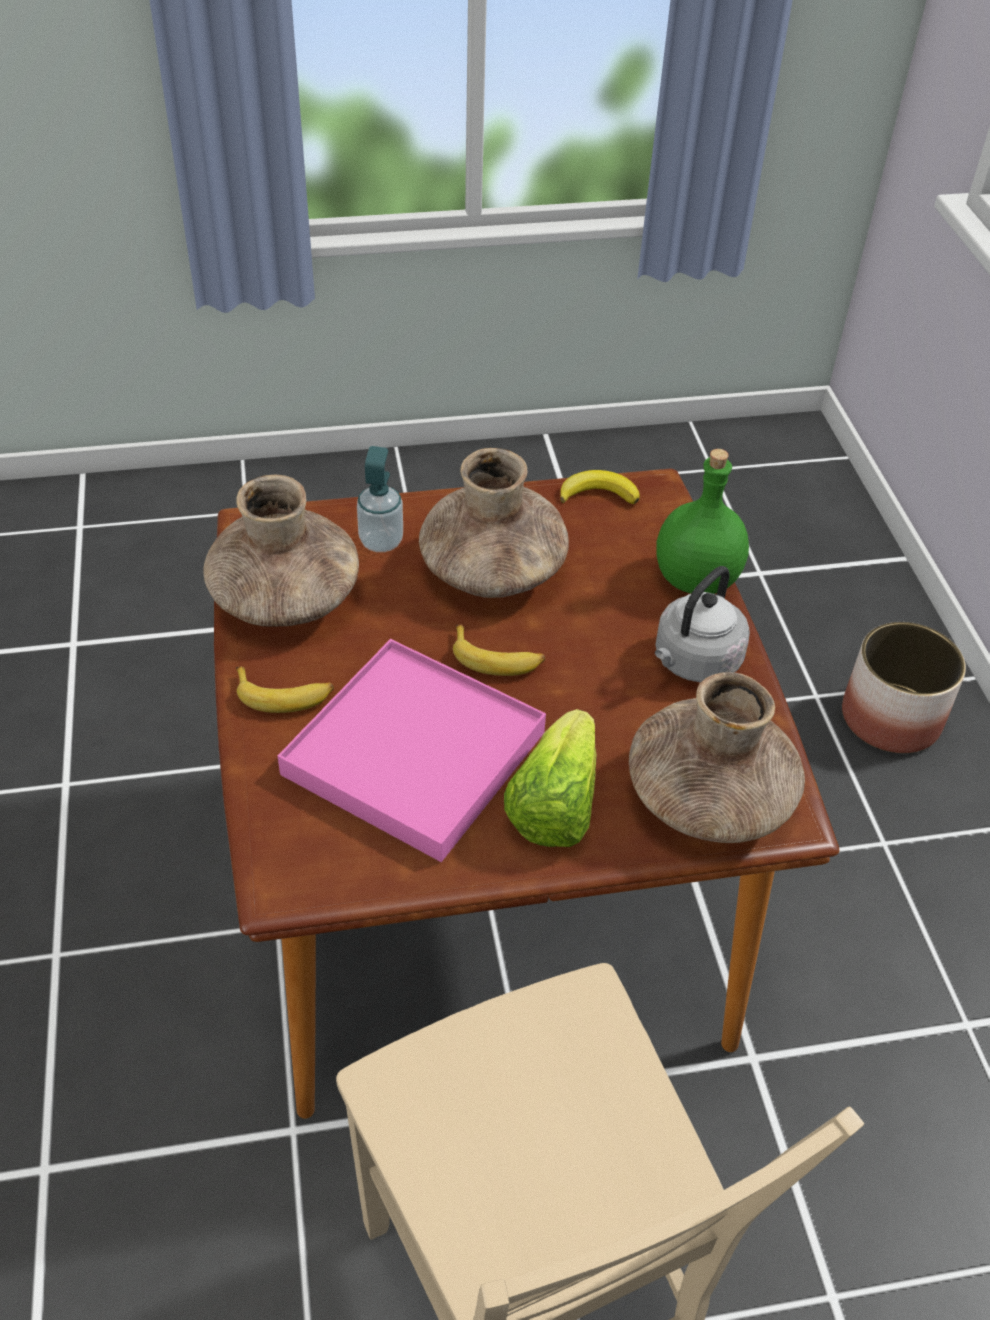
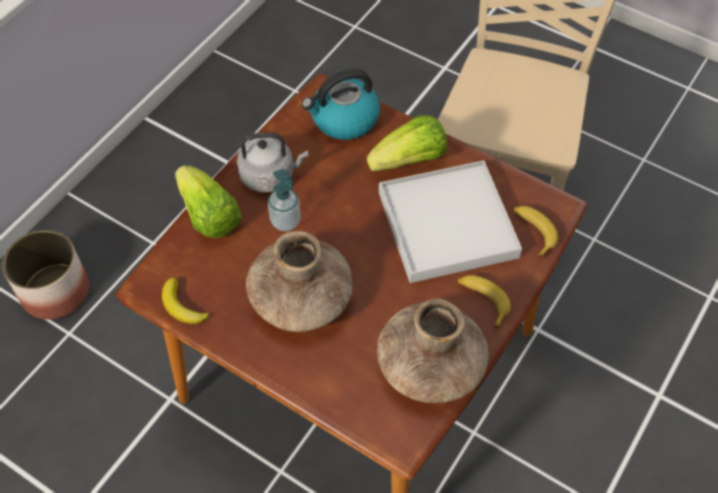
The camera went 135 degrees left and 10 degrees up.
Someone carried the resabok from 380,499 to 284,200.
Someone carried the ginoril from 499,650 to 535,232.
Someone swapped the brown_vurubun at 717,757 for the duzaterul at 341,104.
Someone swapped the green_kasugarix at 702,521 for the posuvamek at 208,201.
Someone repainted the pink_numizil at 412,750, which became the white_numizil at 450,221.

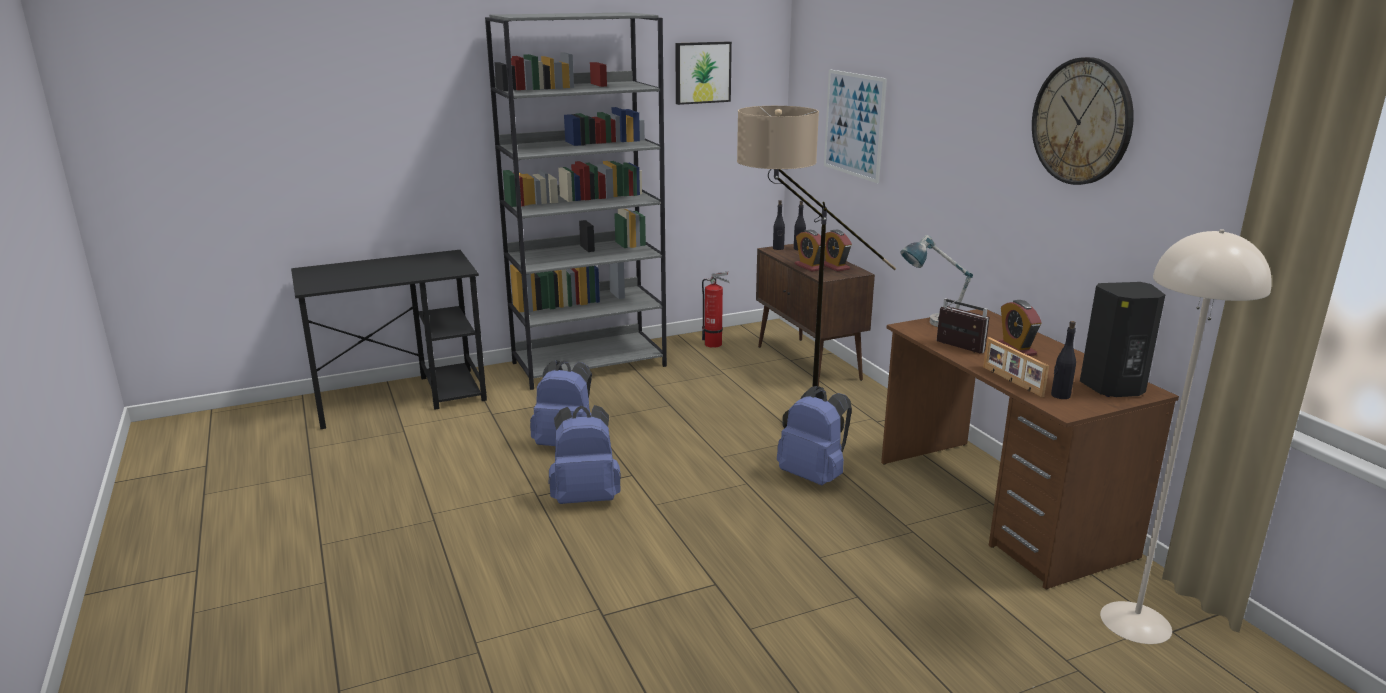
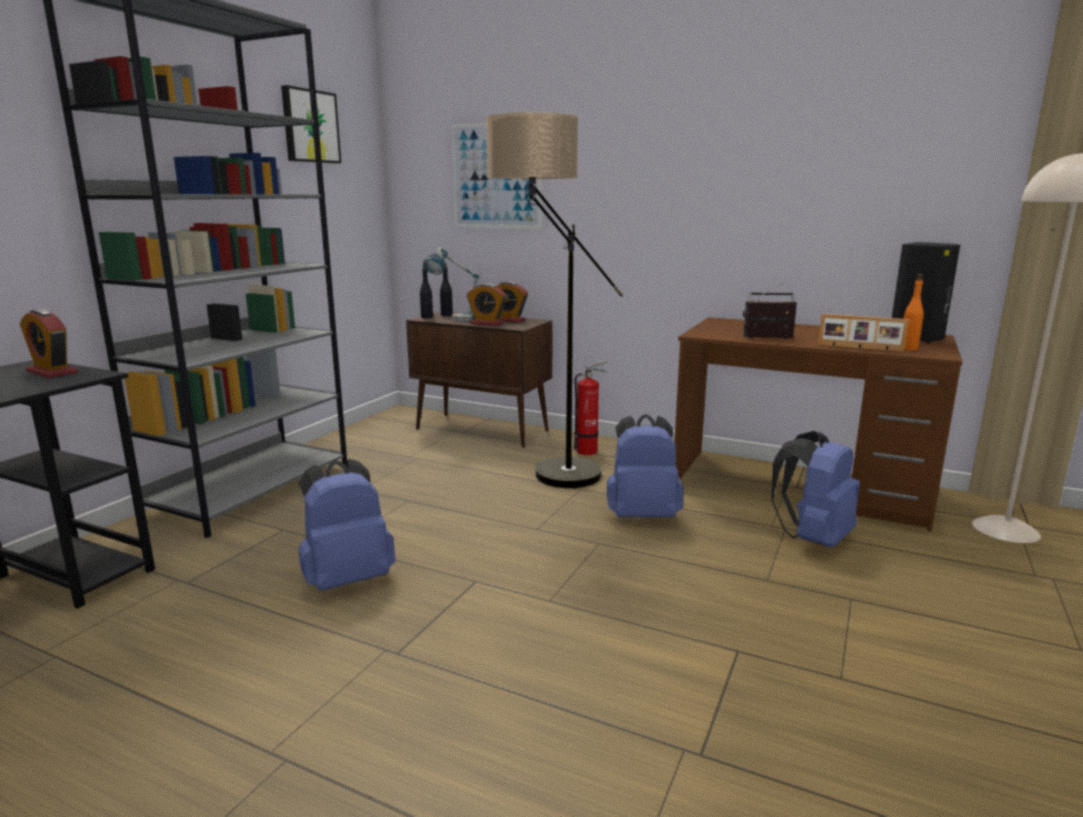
The camera went 40 degrees left and 5 degrees down.
Someone took away the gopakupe at 1083,121.
Someone carried the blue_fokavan from 585,454 to 815,489.
Someone carried the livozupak from 716,310 to 591,407.
Someone carried the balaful from 936,281 to 451,284.
Someone carried the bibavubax from 1019,328 to 49,343.
Someone repainted the black_kasugarix at 1063,360, which became the orange_kasugarix at 914,312.

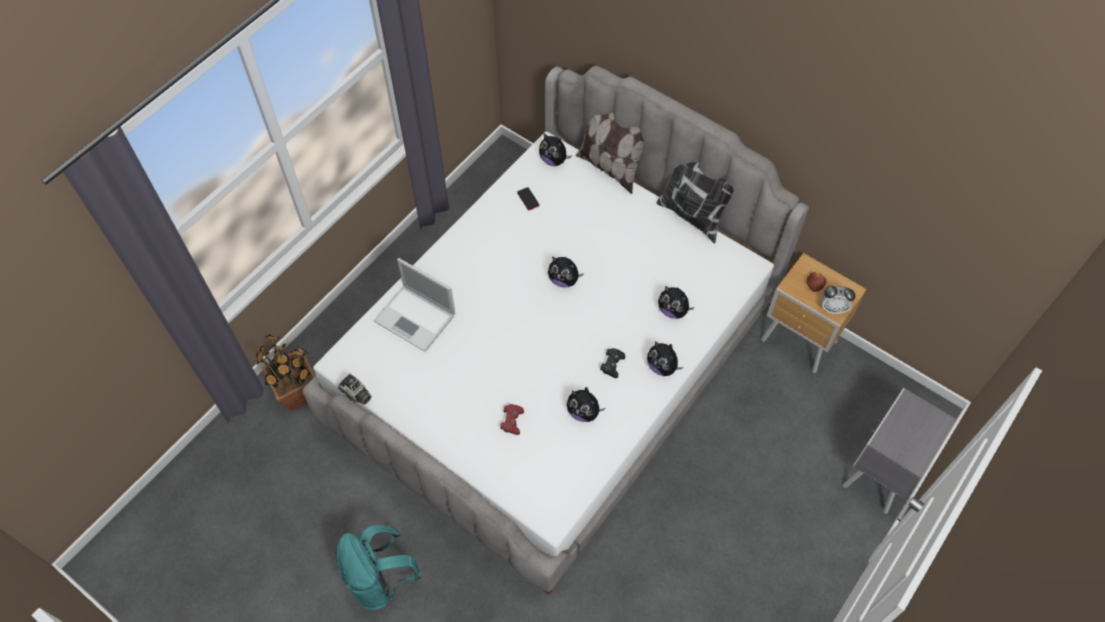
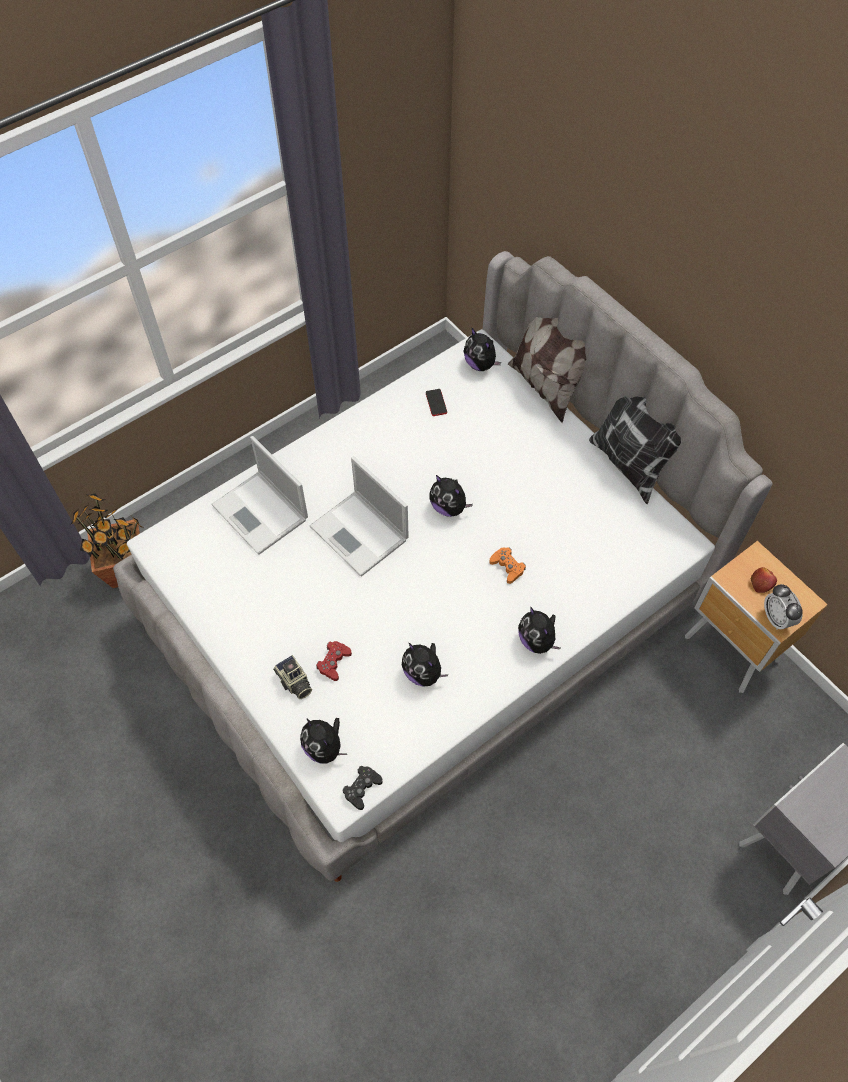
The camera went 15 degrees right and 0 degrees up.
Someone took away the turquoise_fokavan at 379,567.
Someone put down the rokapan at 359,516.
Someone put down the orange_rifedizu at 507,565.
Someone carried the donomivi from 355,389 to 292,677.
Someone carried the black_rifedizu from 612,363 to 363,788.
Someone carried the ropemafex from 676,302 to 323,740.
Someone rotated the bibavubax at 838,300 by 45 degrees clockwise.

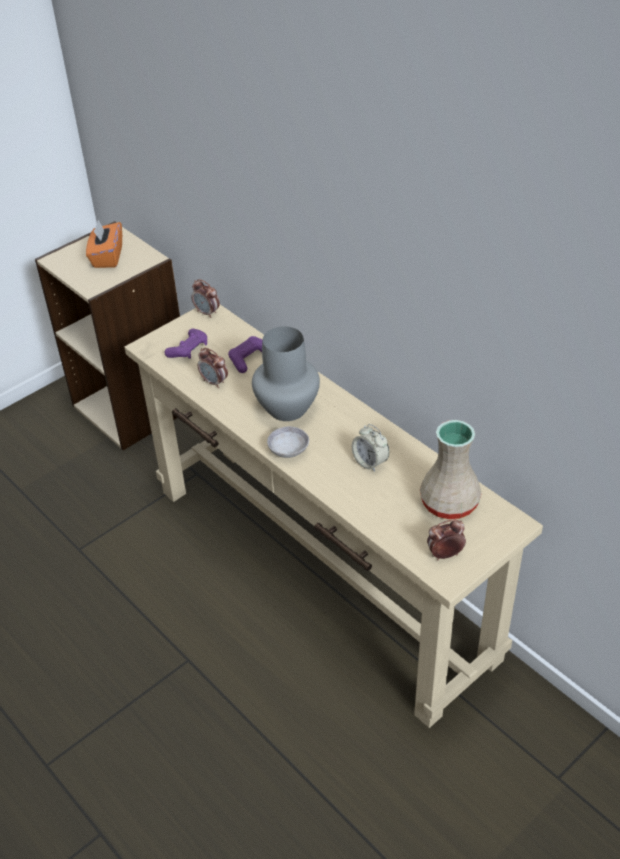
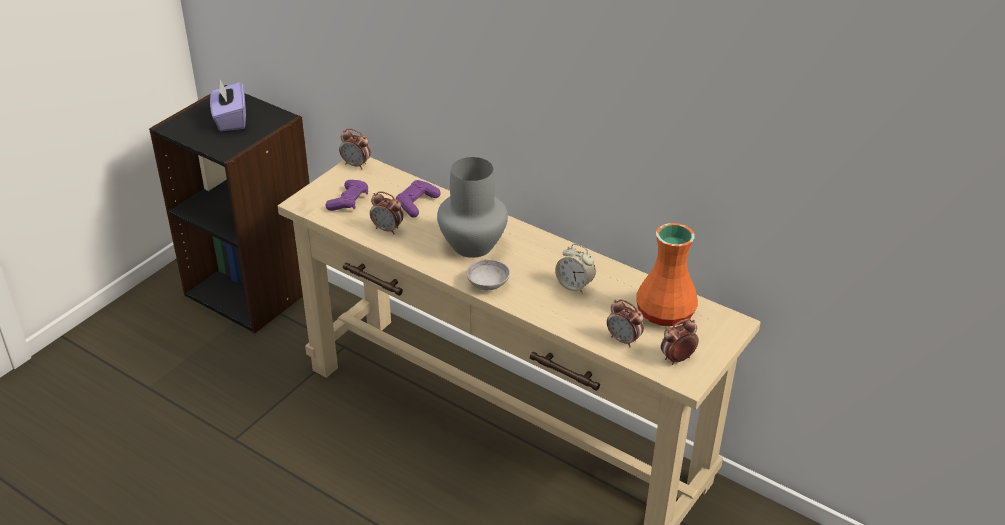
The camera went 15 degrees left and 5 degrees down.
Someone put down the bibavubax at 625,323.
Someone repainted the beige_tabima at 107,335, which became the black_tabima at 229,209.
Someone repainted the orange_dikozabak at 104,244, which became the purple_dikozabak at 228,105.
Someone repainted the beige_vurubun at 451,469, which became the orange_vurubun at 667,274.

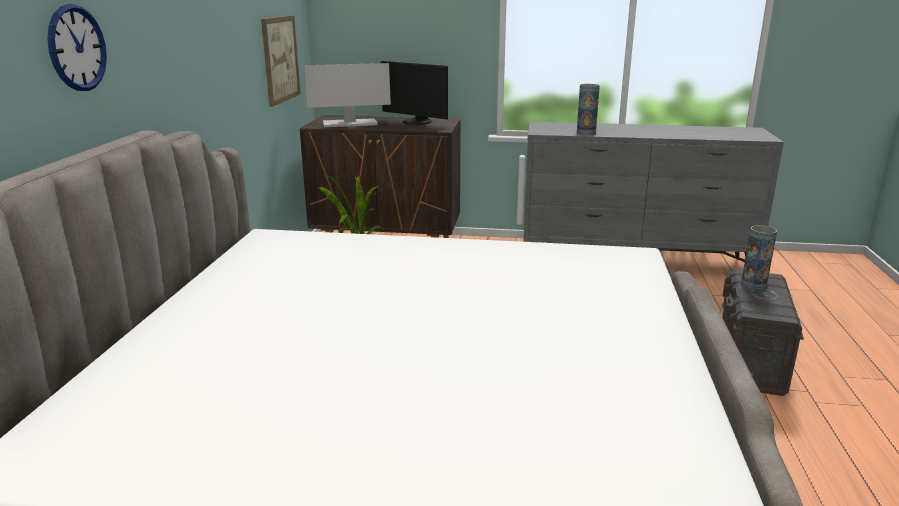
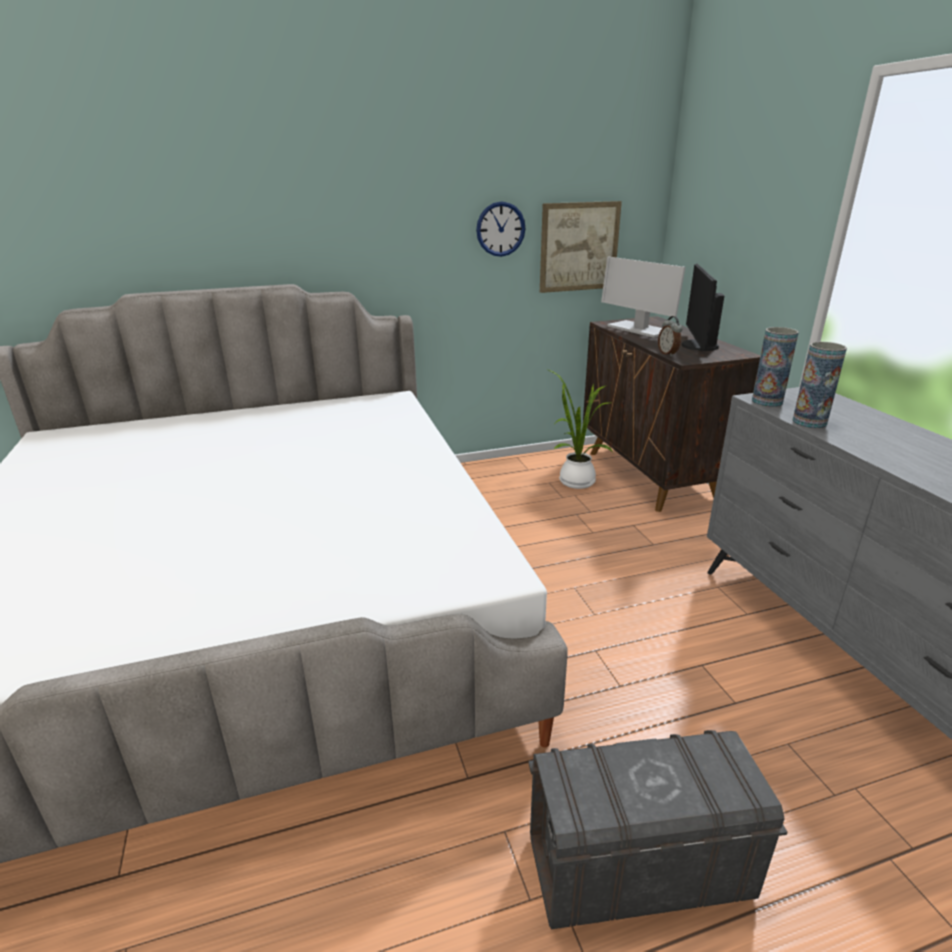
The camera went 65 degrees right and 5 degrees up.
Someone put down the bibavubax at 670,336.
Someone carried the gopakupe from 77,47 to 501,229.
Someone carried the vurubun from 759,257 to 775,367.

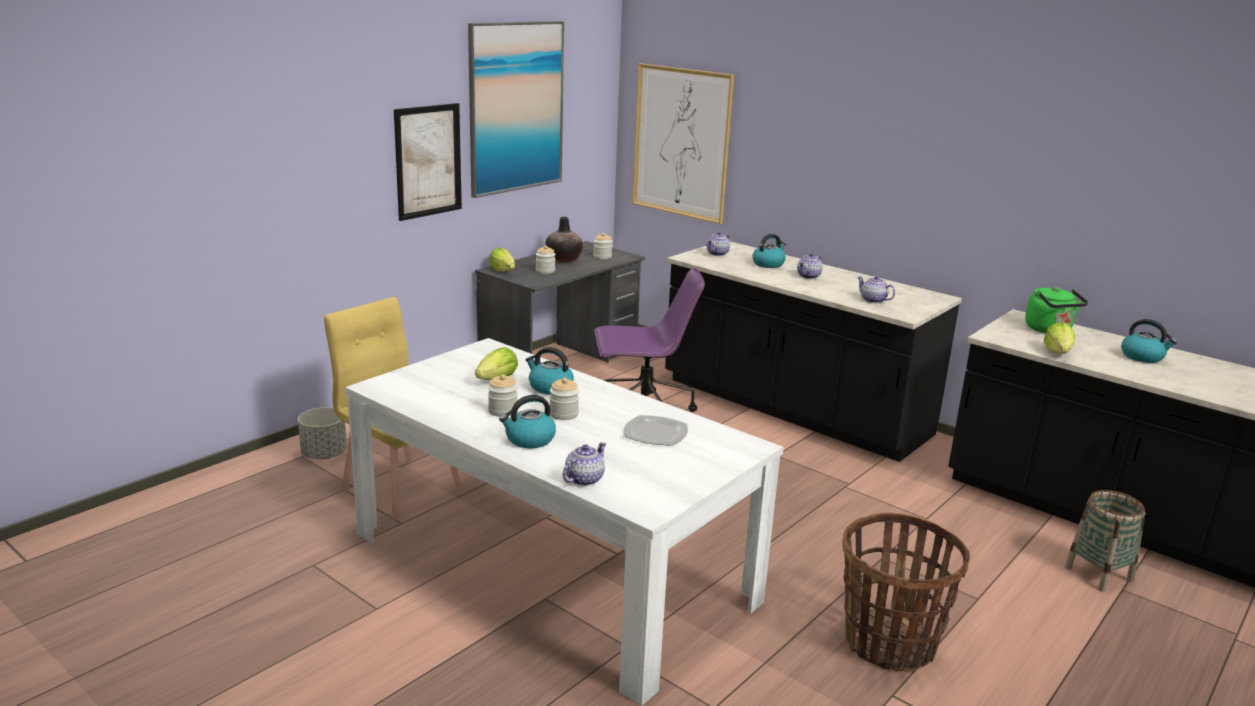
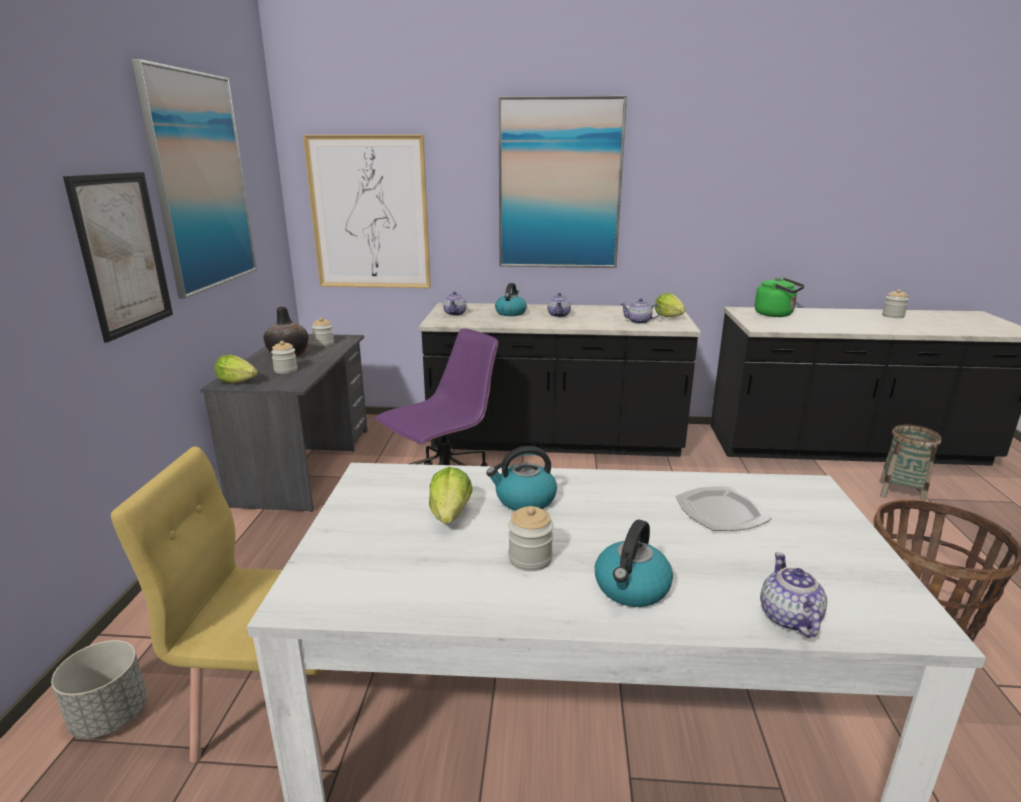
The camera went 35 degrees left and 0 degrees up.
Someone took away the duzaterul at 1149,341.
Someone put up the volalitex at 562,182.
Someone carried the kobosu from 564,399 to 895,303.
Someone carried the posuvamek from 1059,338 to 670,305.

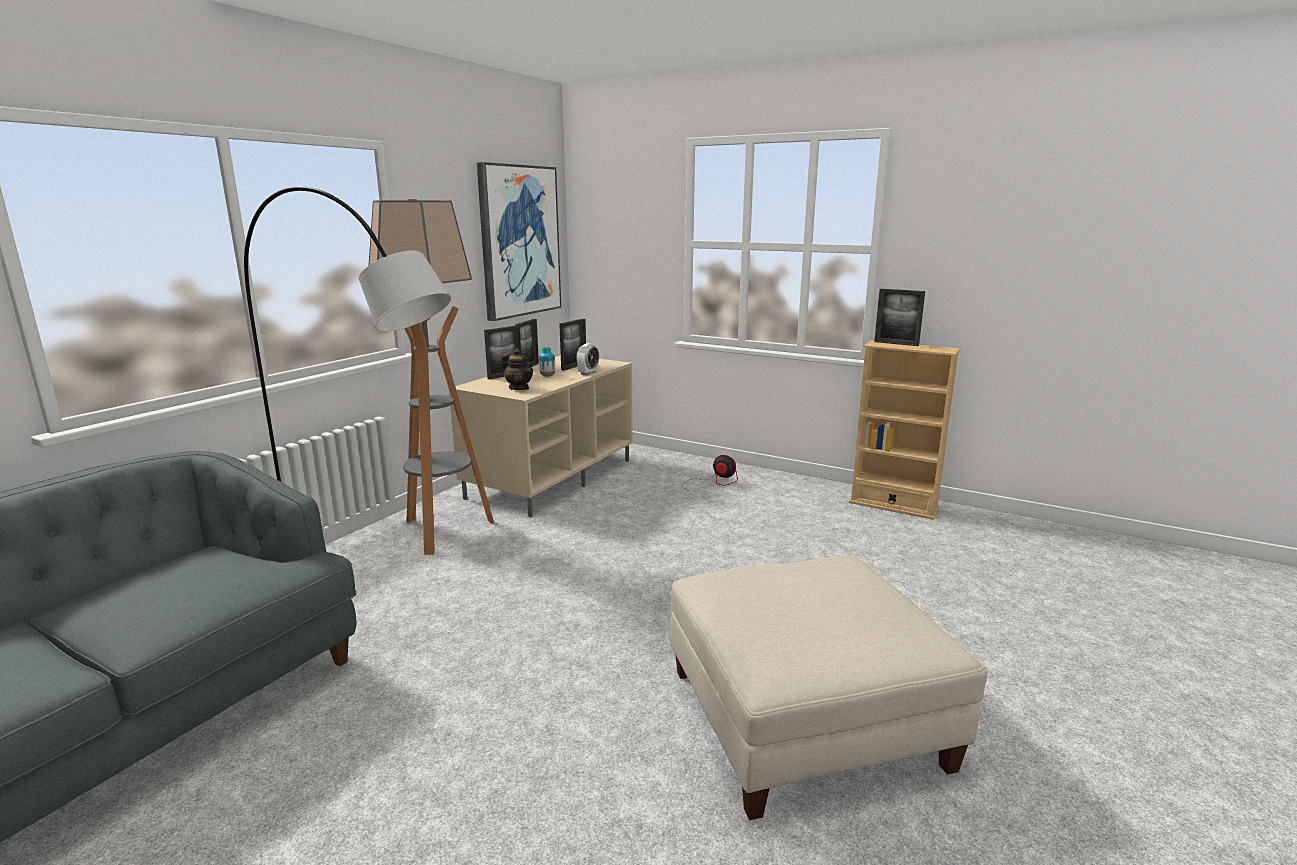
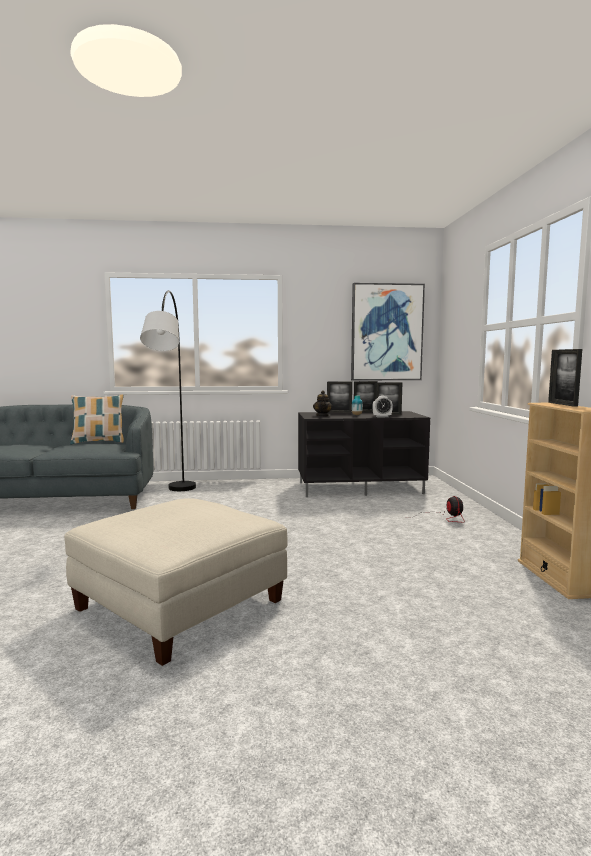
The camera went 55 degrees right and 10 degrees down.
Someone took away the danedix at 431,377.
Someone put down the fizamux at 97,420.
Someone repainted the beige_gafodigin at 541,436, which became the black_gafodigin at 364,454.

